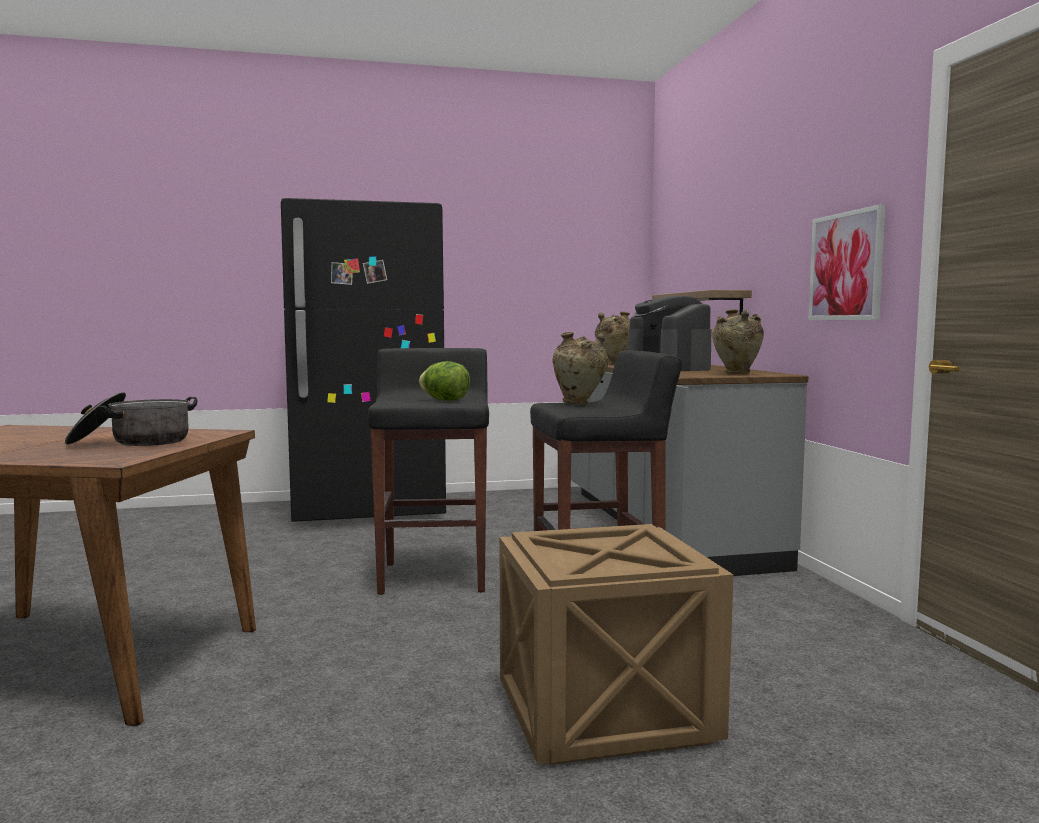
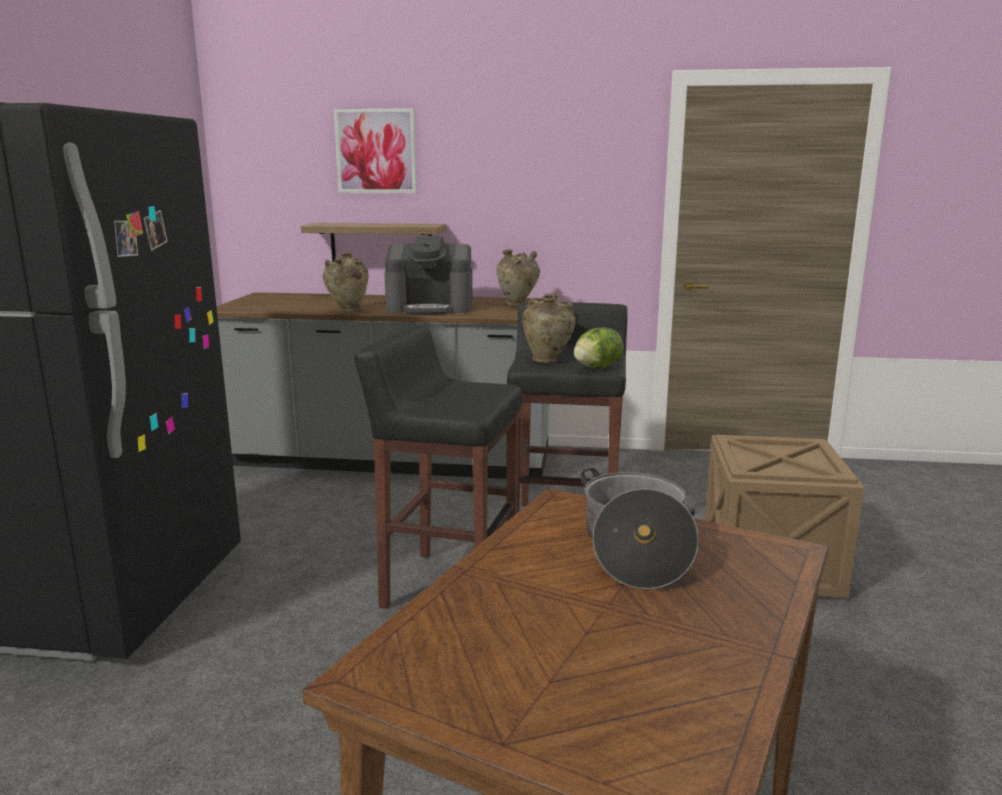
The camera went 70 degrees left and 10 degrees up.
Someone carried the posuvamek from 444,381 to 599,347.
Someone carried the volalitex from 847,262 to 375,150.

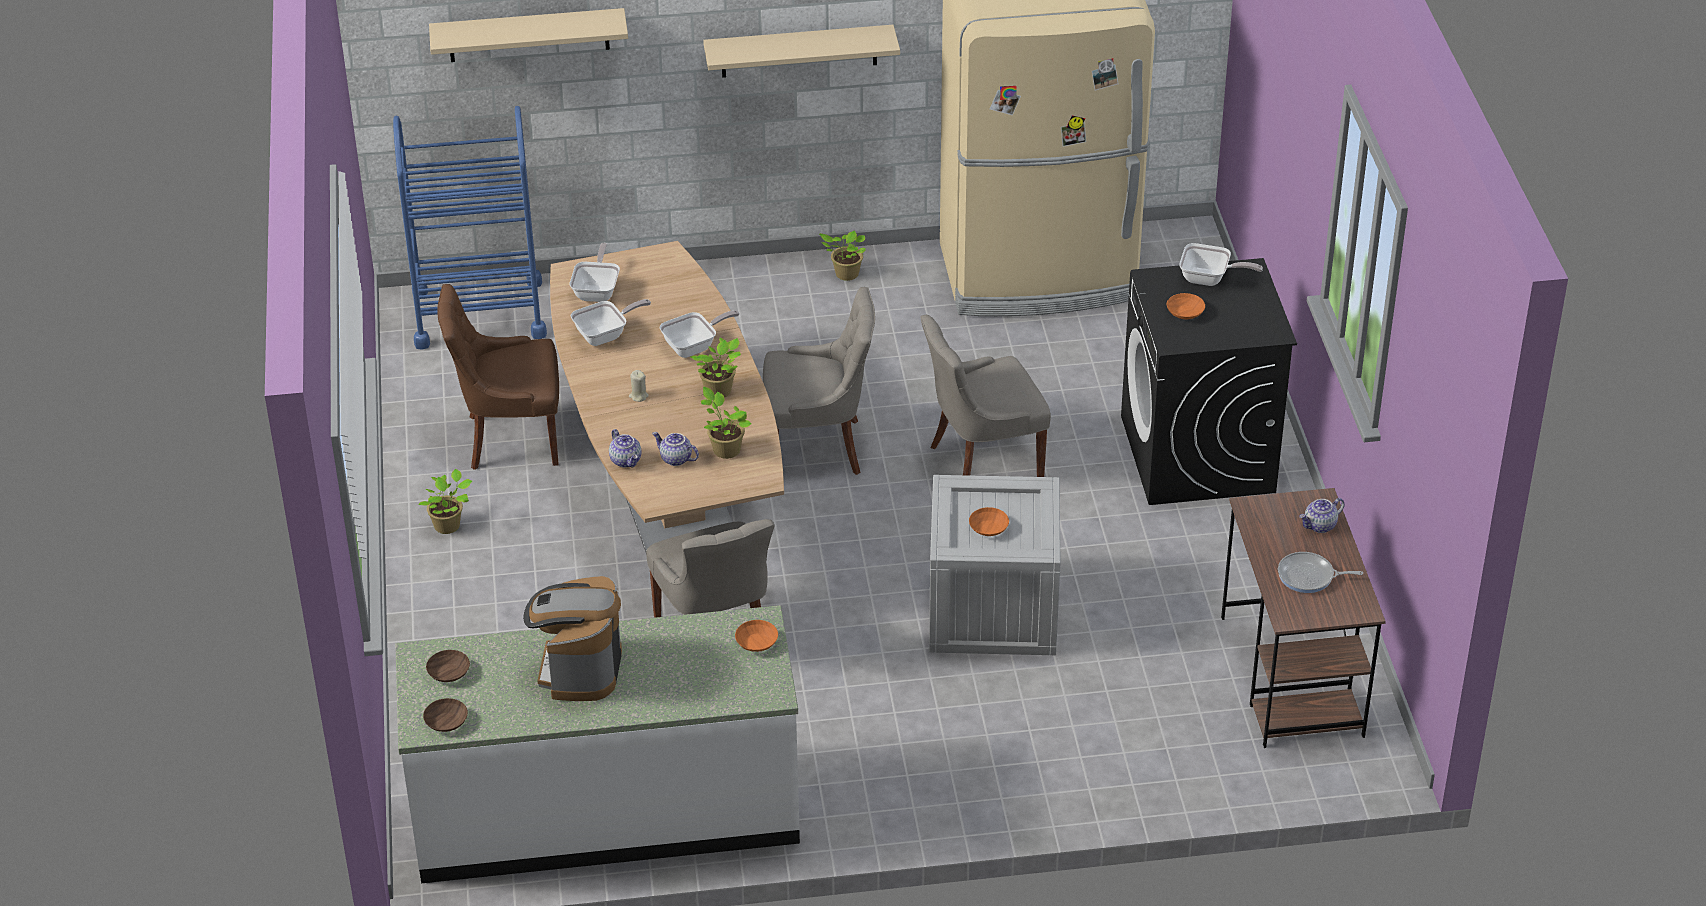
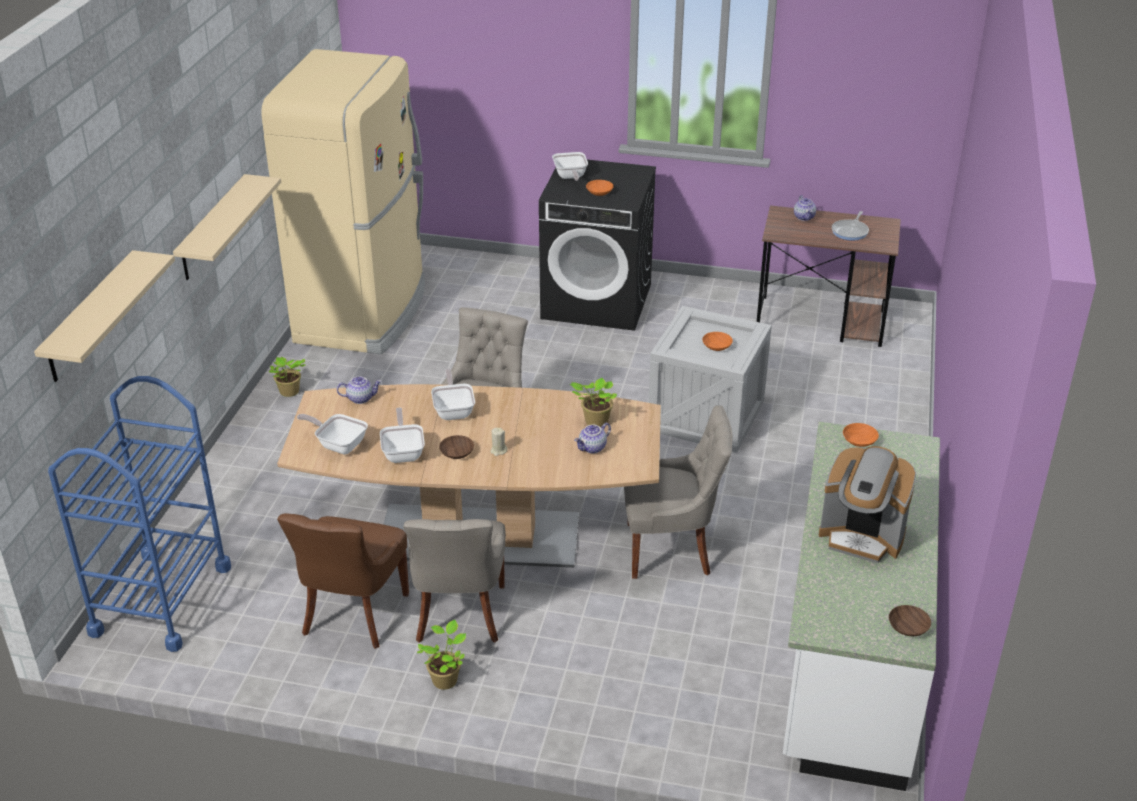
The camera went 70 degrees left and 5 degrees down.
Someone took away the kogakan at 715,367.
Someone carried the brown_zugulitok from 448,666 to 456,447.
Someone carried the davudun from 625,448 to 359,390.
Someone carried the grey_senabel from 985,395 to 454,581.
Someone rotated the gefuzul at 1221,264 by 135 degrees clockwise.

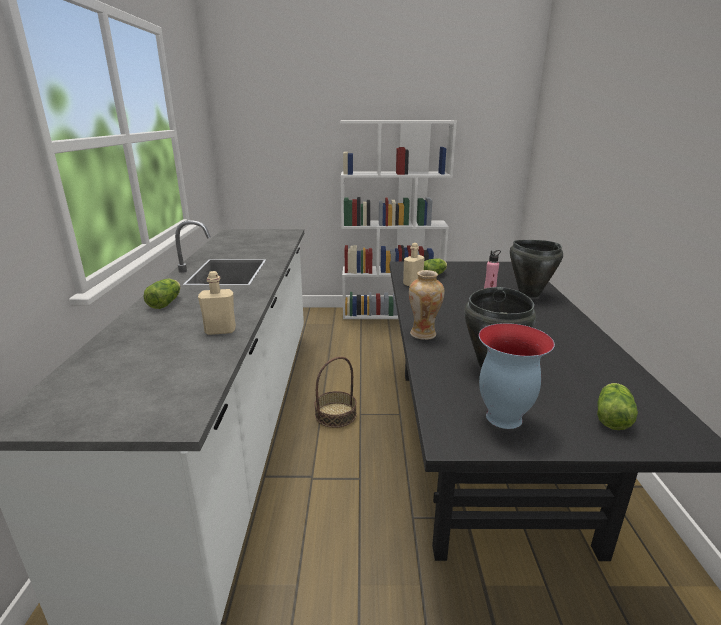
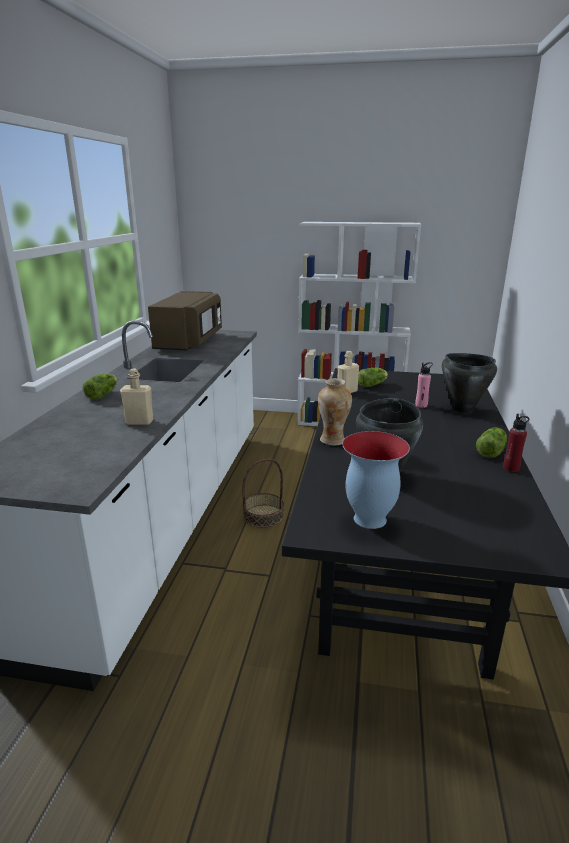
The camera went 10 degrees right and 0 degrees up.
Someone put down the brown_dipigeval at 185,321.
Someone put down the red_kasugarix at 516,443.
Someone carried the posuvamek from 617,406 to 491,443.

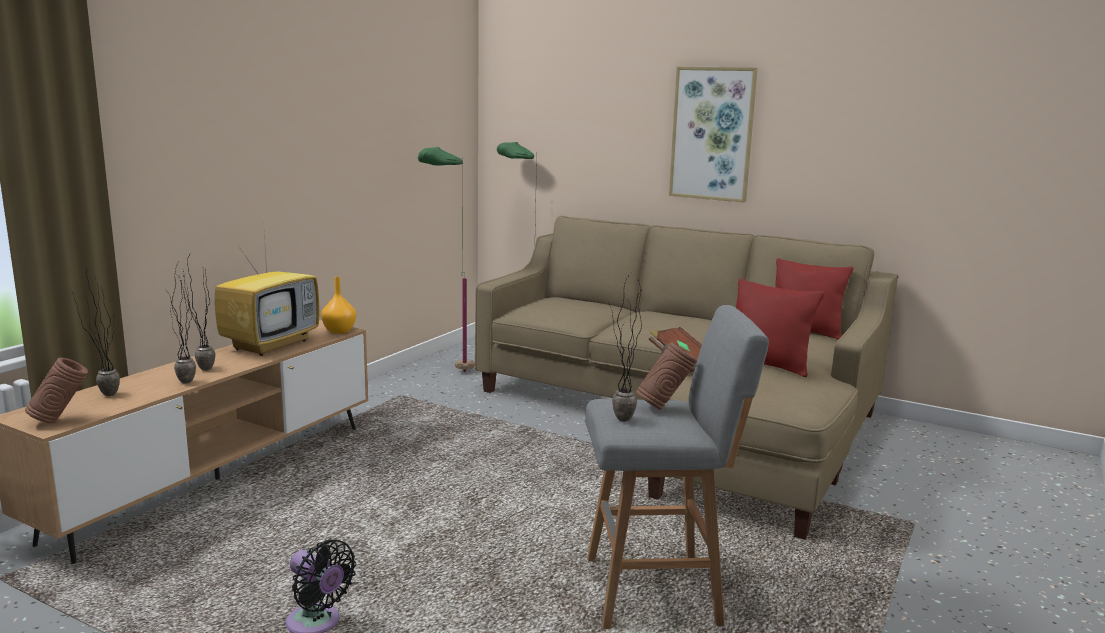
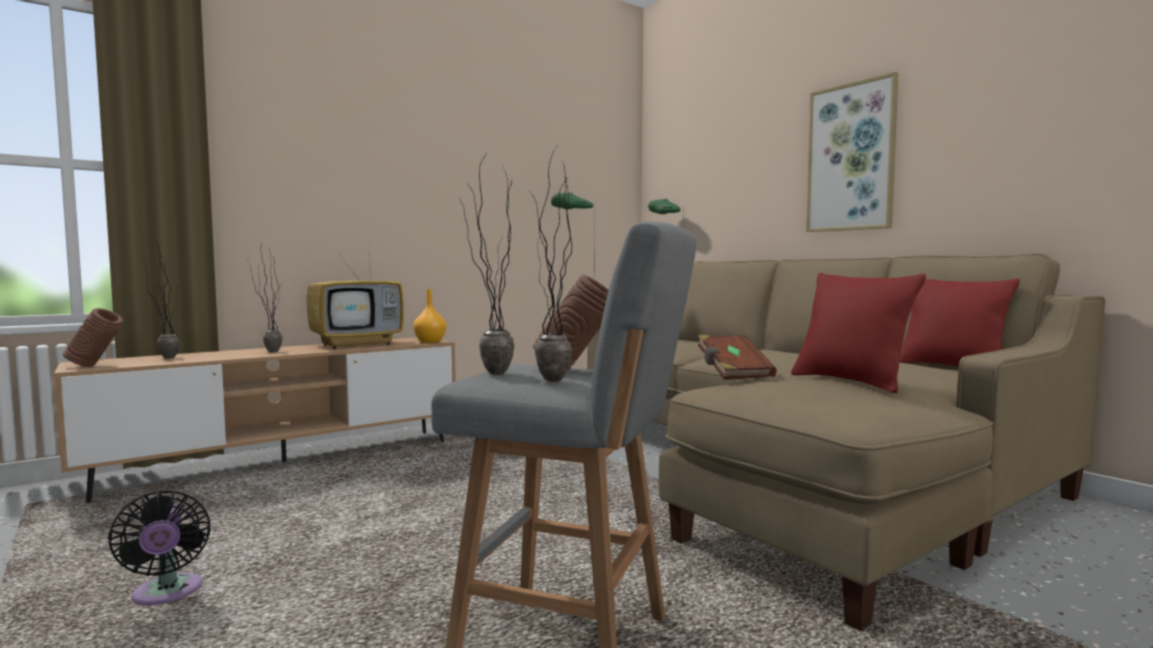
The camera went 25 degrees right and 10 degrees down.
Someone carried the kogakan from 183,325 to 551,265.

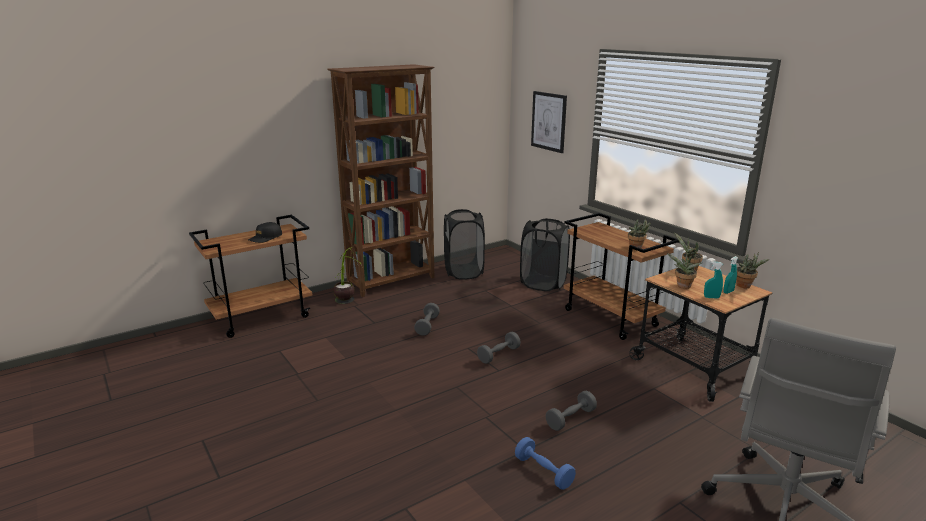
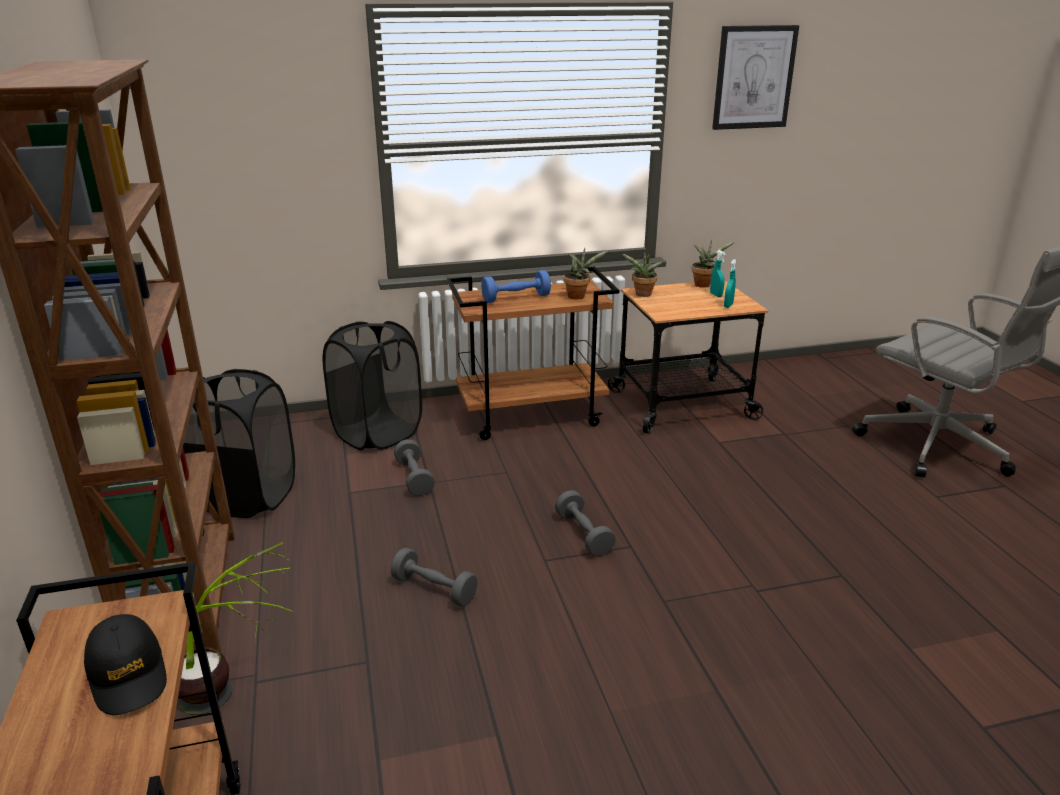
The camera went 70 degrees left and 5 degrees up.
Someone took away the kogakan at 684,271.
Someone carried the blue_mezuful from 545,463 to 516,286.
Someone carried the volalitex from 549,122 to 755,77.
Someone carried the grey_mezuful from 571,411 to 414,467.

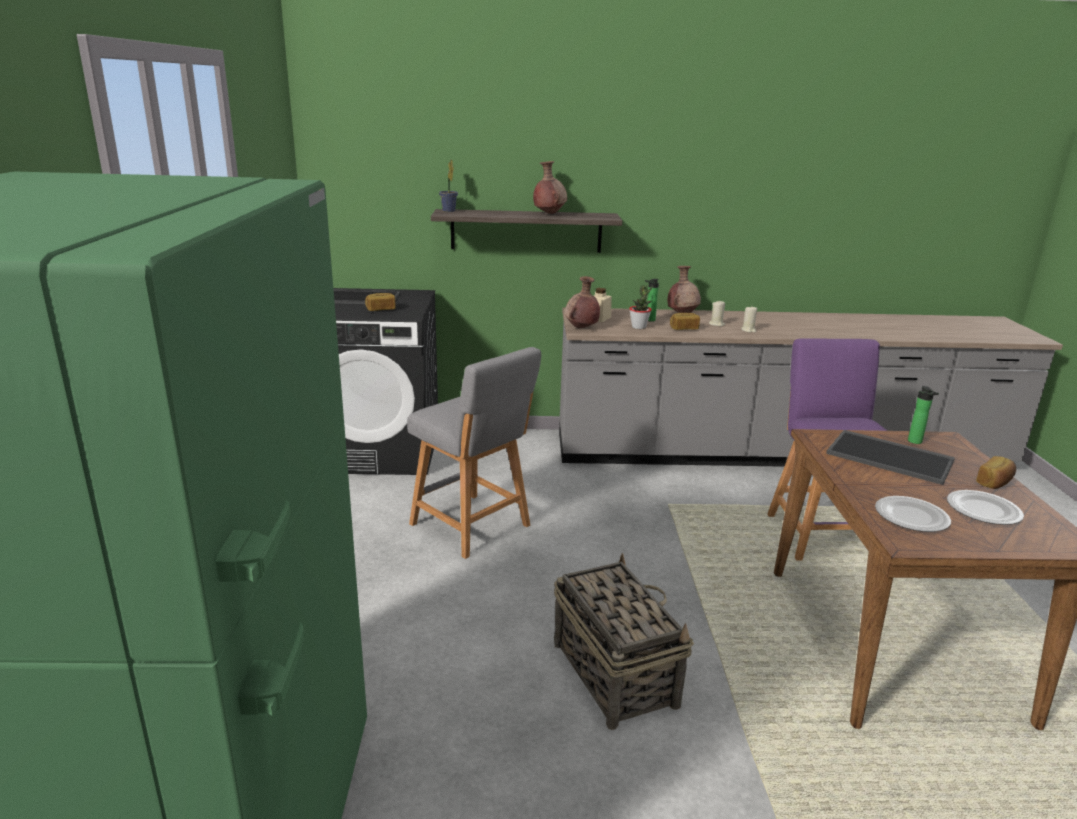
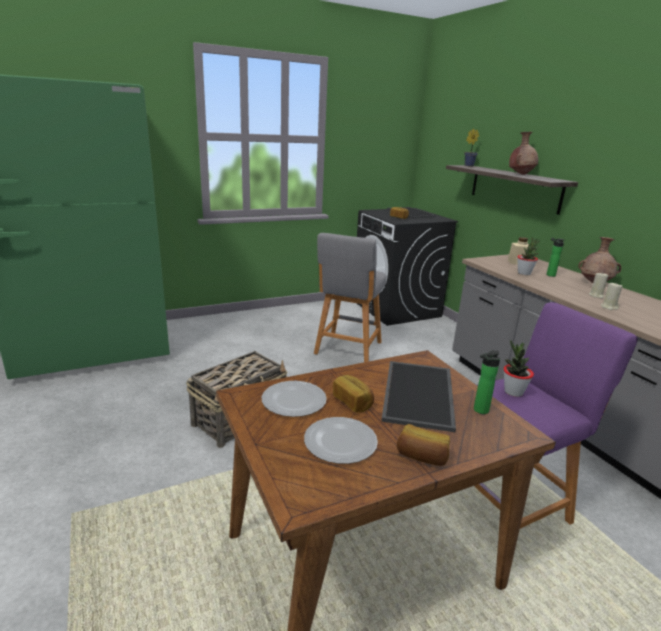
The camera went 65 degrees right and 0 degrees up.
Someone took away the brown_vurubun at 582,302.
Someone put down the kogakan at 518,368.
Someone carried the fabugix from 685,321 to 353,394.

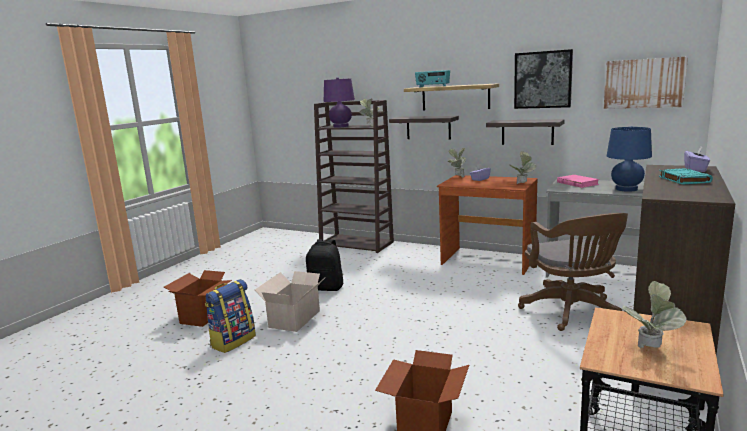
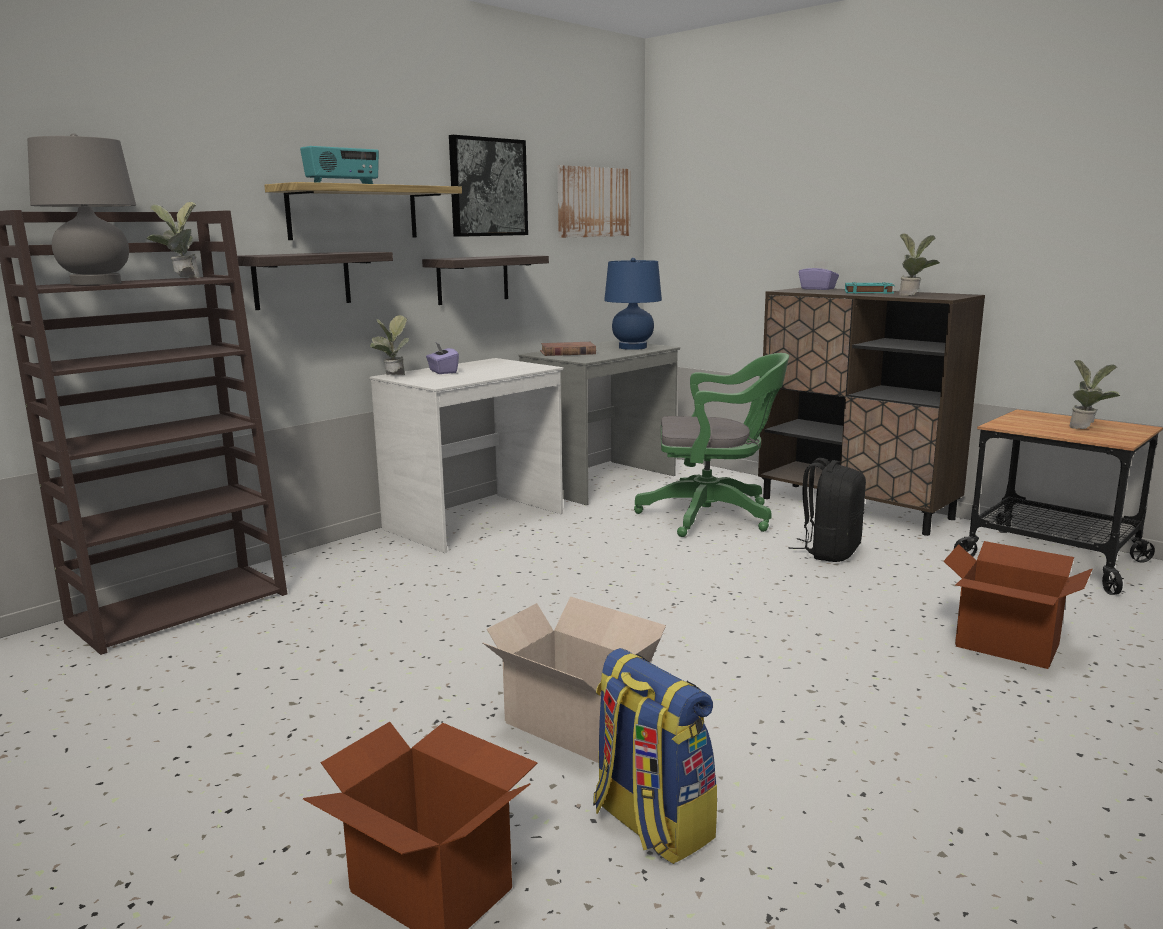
The camera went 75 degrees left and 0 degrees up.
Someone carried the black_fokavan from 325,265 to 827,510.
Someone carried the kogakan from 523,167 to 919,264.
Someone repainted the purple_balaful at 339,102, which became the grey_balaful at 81,209.
Someone repainted the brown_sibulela at 487,225, which became the white_sibulela at 466,455.
Someone repainted the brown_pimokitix at 573,272, which became the green_pimokitix at 711,445.
Someone repainted the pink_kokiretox at 578,181, which became the brown_kokiretox at 568,349.

